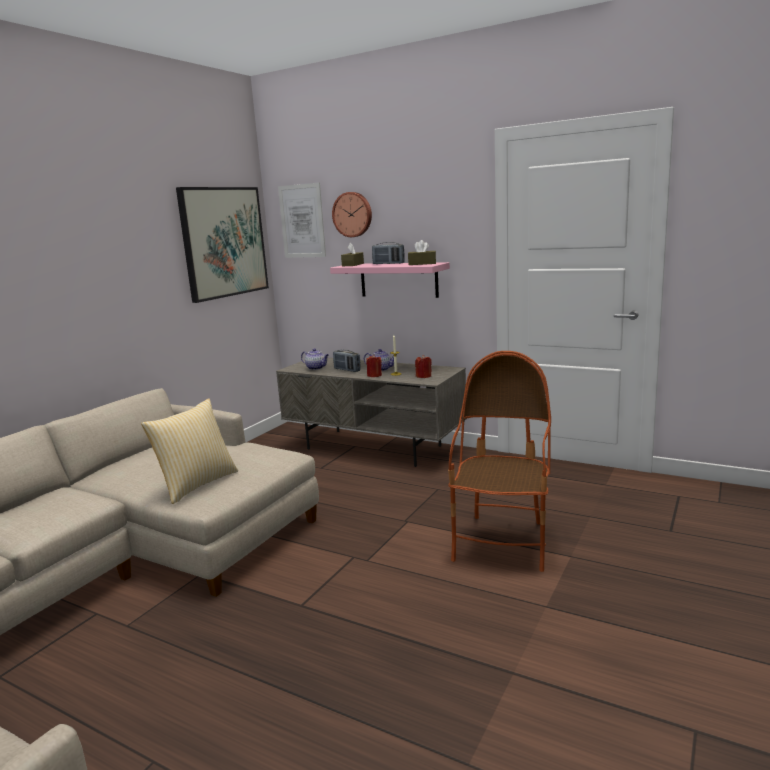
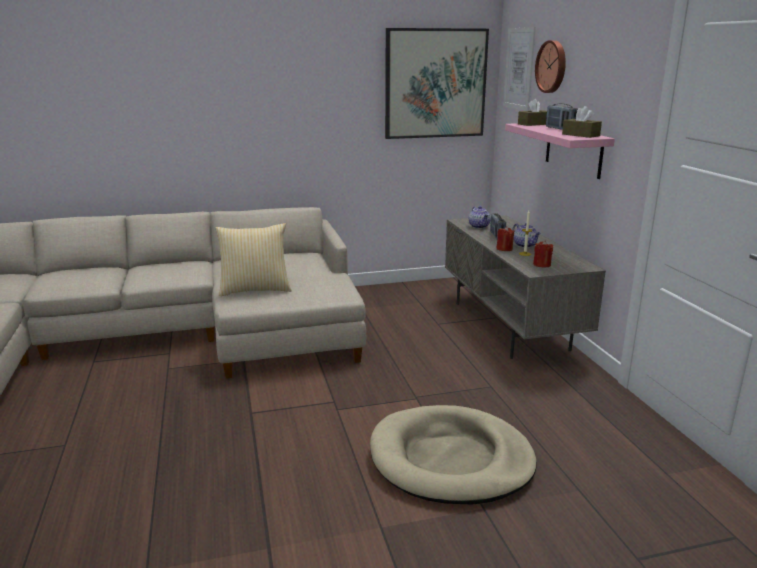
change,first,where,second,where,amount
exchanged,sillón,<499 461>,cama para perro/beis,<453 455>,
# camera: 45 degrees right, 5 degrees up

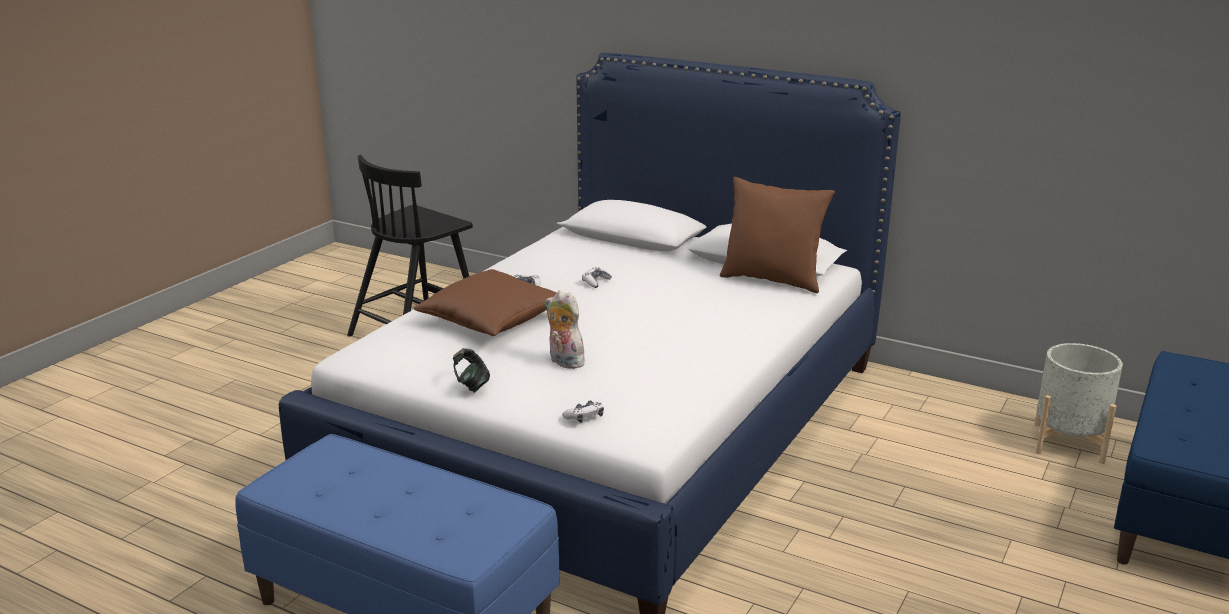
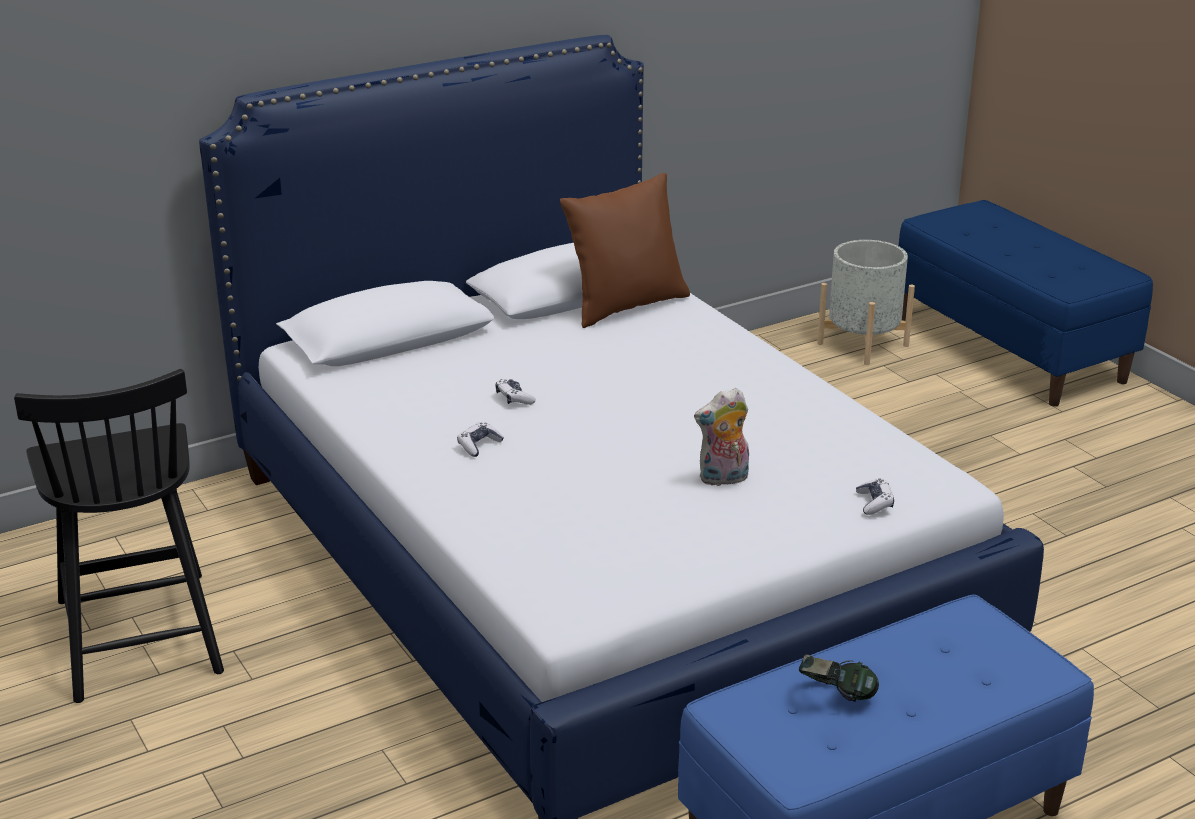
change,first,where,second,where,amount
missing,cojín/marrón,<485 302>,,,
relocated,auriculares,<471 370>,,<839 678>,
# camera: 60 degrees left, 5 degrees up

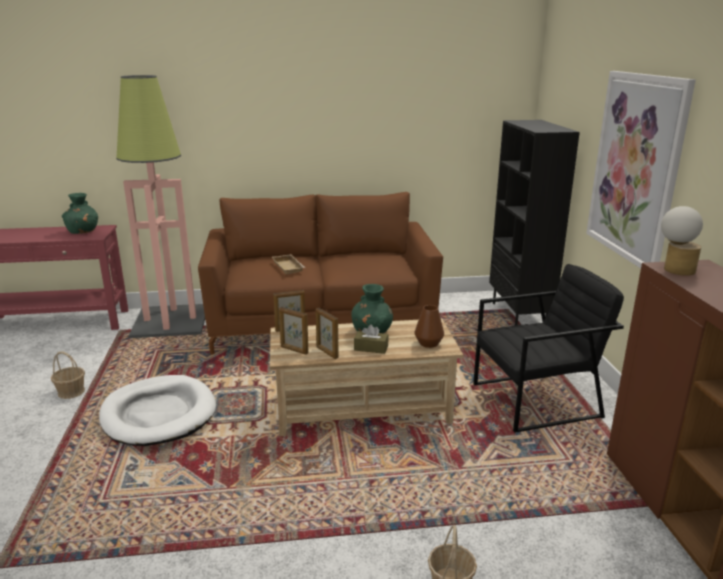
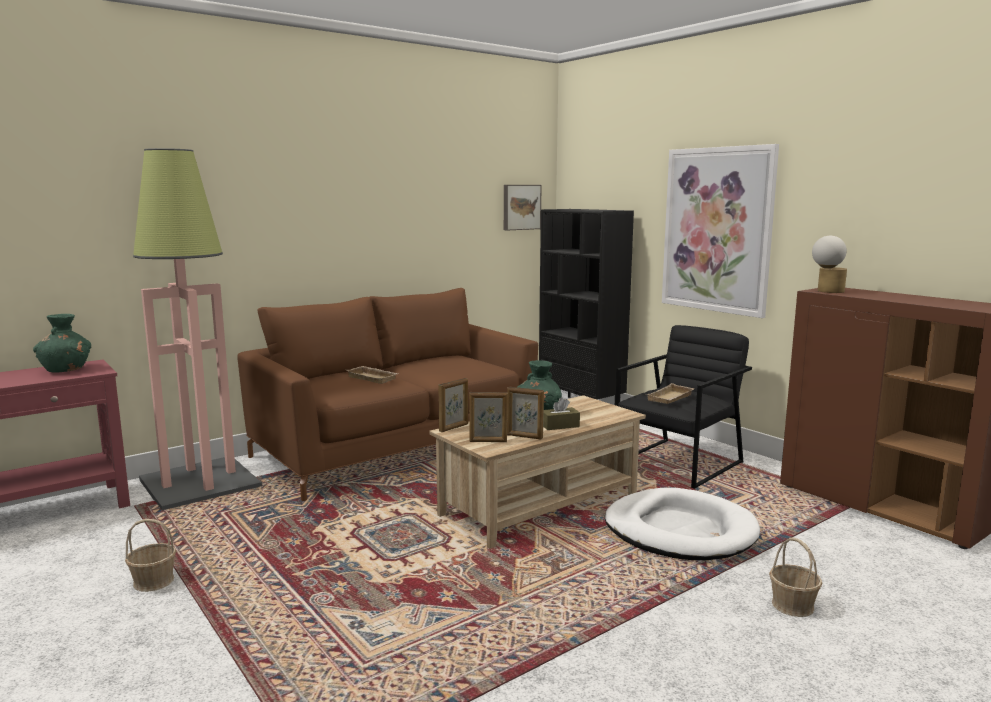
change,first,where,second,where,amount
missing,florero/marrón,<429 326>,,,
relocated,cama para perro/blanco,<157 410>,,<682 524>,
appeared,,,cuadro,<523 207>,
appeared,,,bandeja/beis,<670 393>,
# camera: 30 degrees left, 10 degrees down

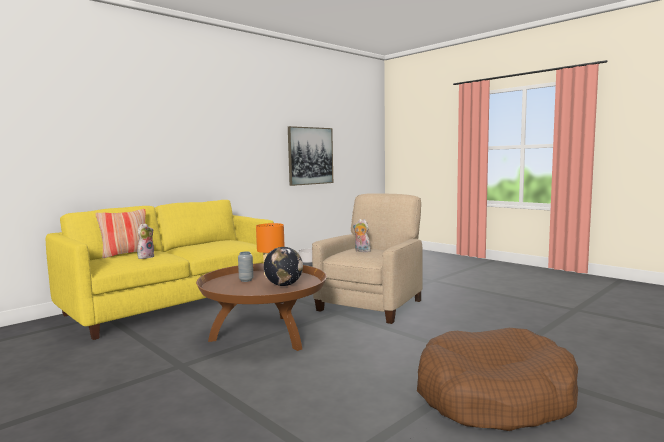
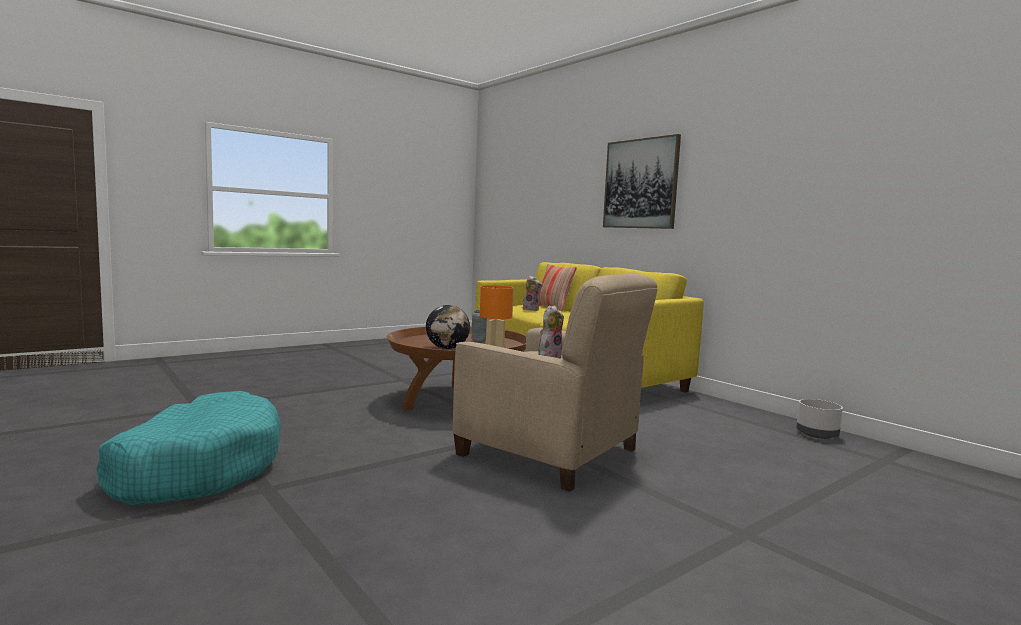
change,first,where,second,where,amount
relocated,cuadro,<310 156>,,<642 181>,
colour,cama para perro/marrón,<497 379>,cama para perro/turquesa,<188 448>,
# camera: 95 degrees right, 0 degrees up

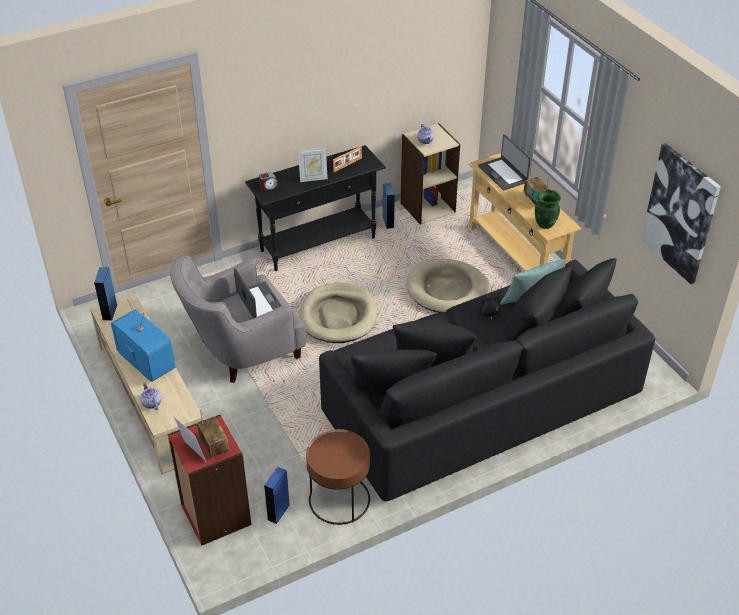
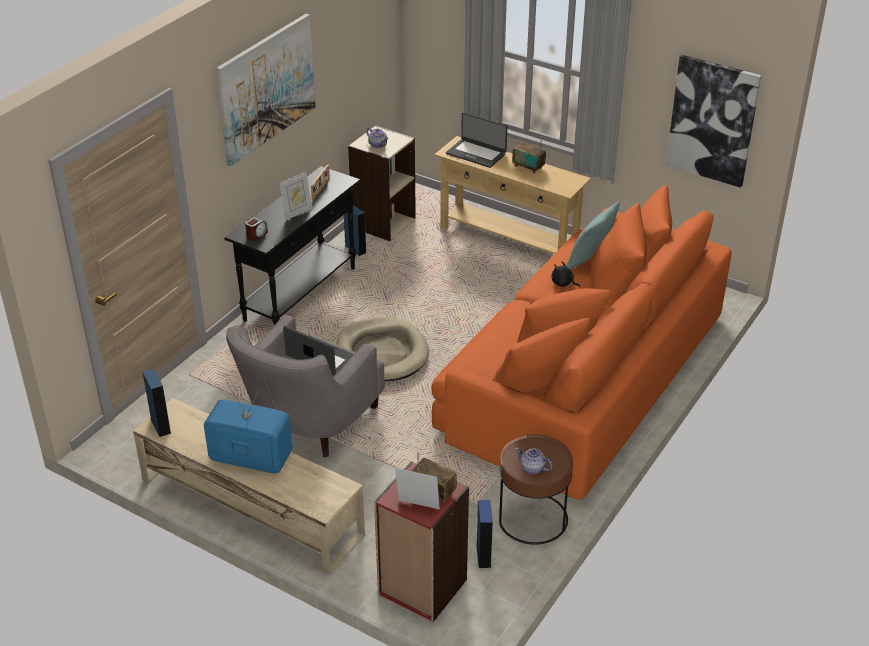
change,first,where,second,where,amount
missing,florero/verde,<548 209>,,,
colour,sofá/negro,<487 379>,sofá/naranja,<582 342>,
missing,cama para perro/beis,<449 286>,,,
relocated,tetera,<151 396>,,<533 460>,
appeared,,,cuadro,<266 90>,
# camera: 30 degrees left, 5 degrees down

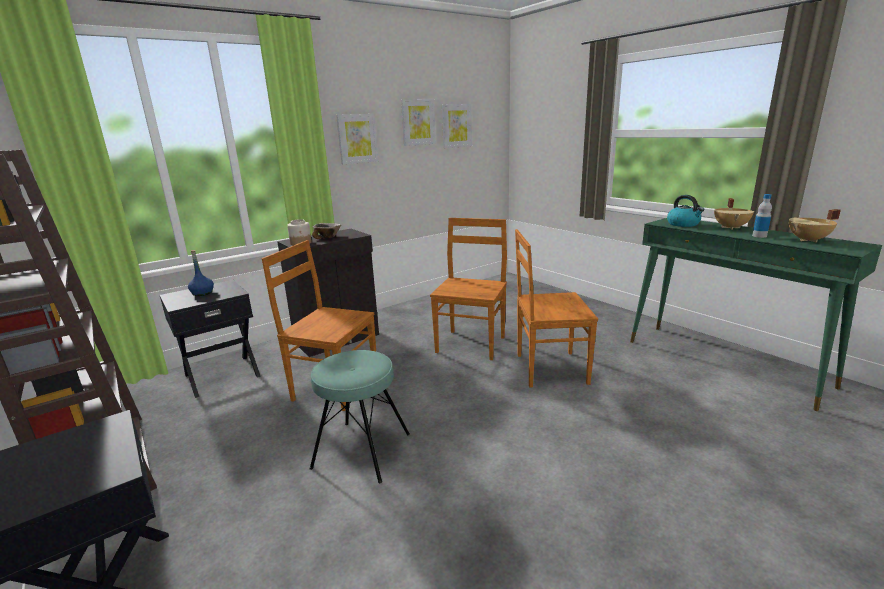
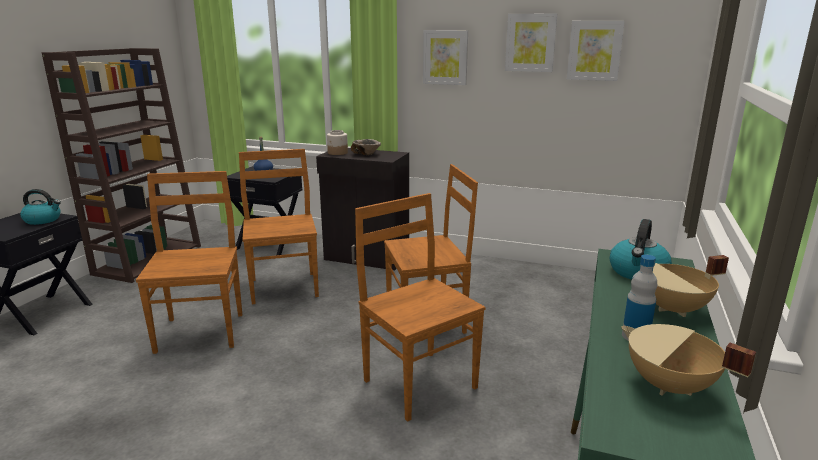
change,first,where,second,where,amount
exchanged,taburete/turquesa,<359 416>,silla/marrón,<189 262>,
appeared,,,hervidor,<40 207>,
# camera: 55 degrees right, 0 degrees up

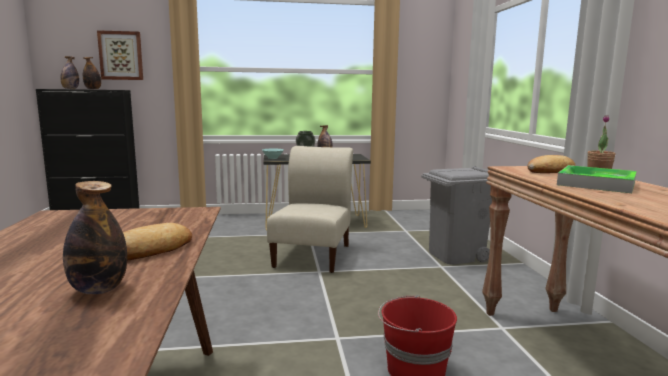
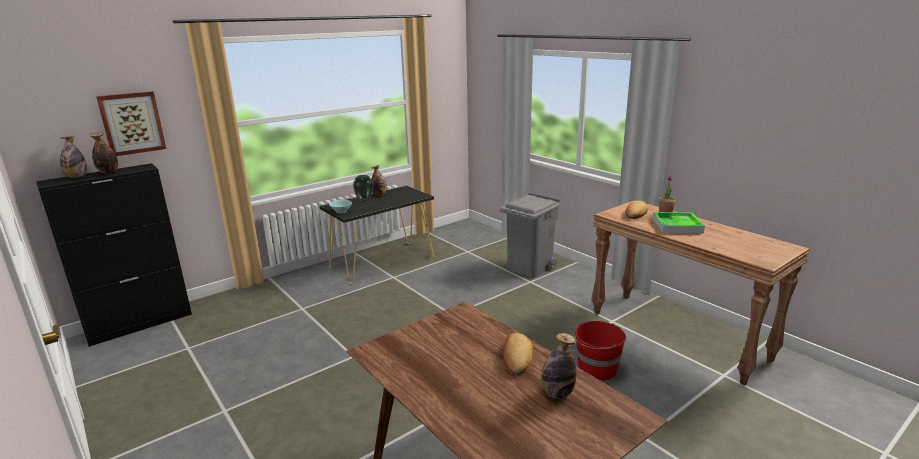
change,first,where,second,where,amount
missing,silla/beis,<310 209>,,,
# camera: 30 degrees left, 10 degrees up

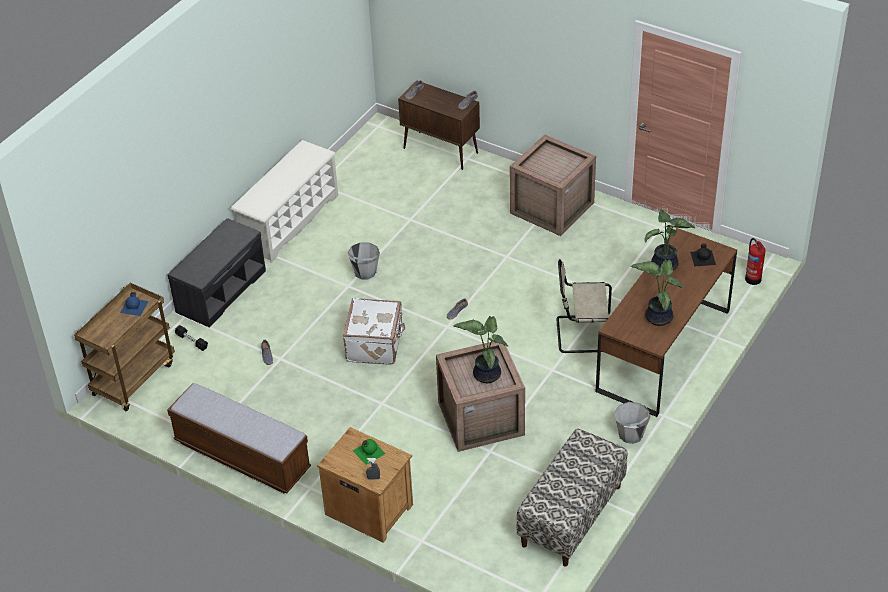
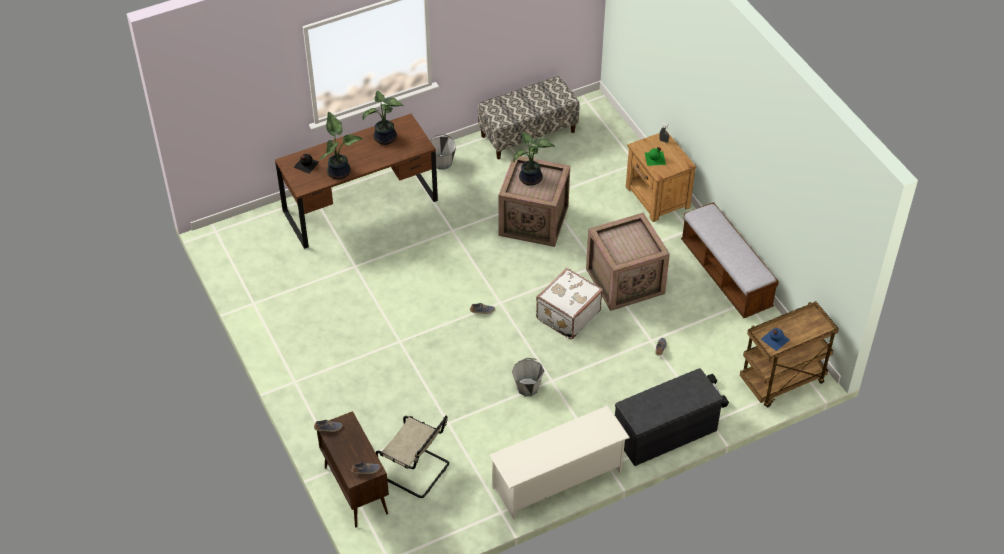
change,first,where,second,where,amount
relocated,caja de embalaje,<553 185>,,<628 261>,
missing,extintor,<755 261>,,,
relocated,silla/beis,<584 306>,,<412 457>,
# camera: 150 degrees left, 5 degrees up

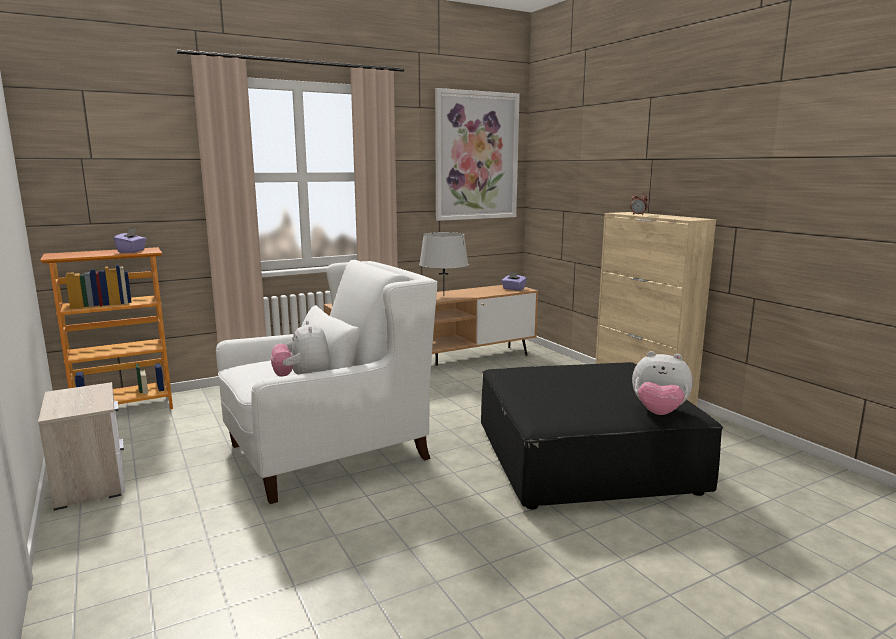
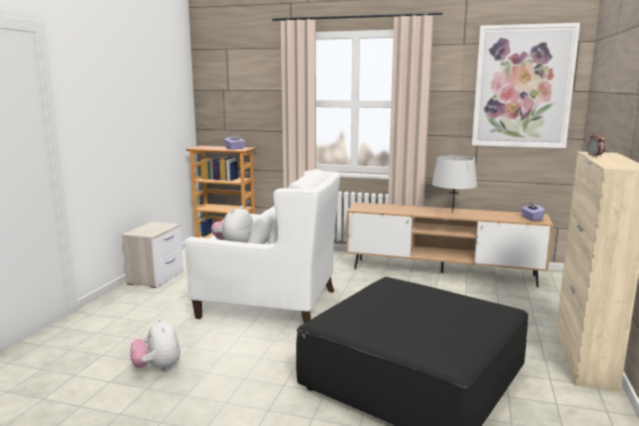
change,first,where,second,where,amount
relocated,peluche,<662 383>,,<155 344>,
# camera: 45 degrees right, 0 degrees up

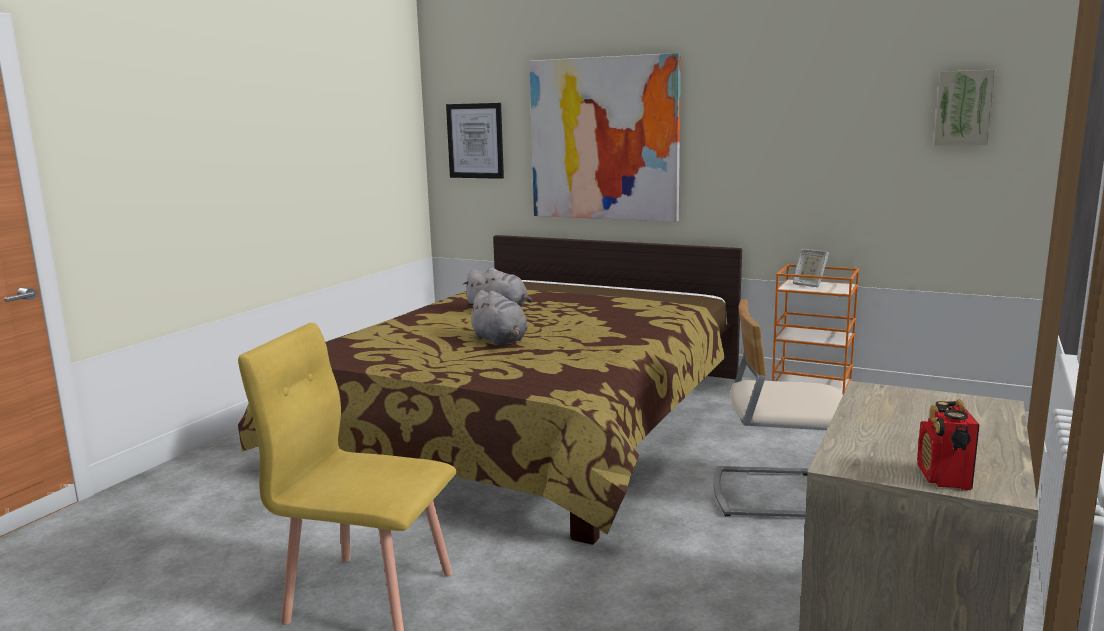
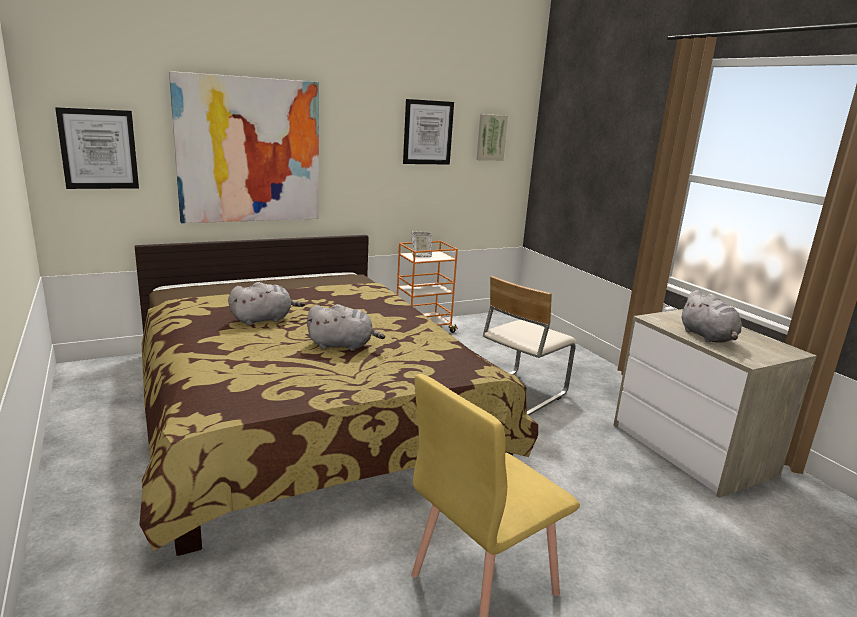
change,first,where,second,where,amount
missing,radio,<948 444>,,,
appeared,,,cuadro,<428 132>,
appeared,,,peluche/gris,<711 316>,
# camera: 55 degrees left, 5 degrees up

